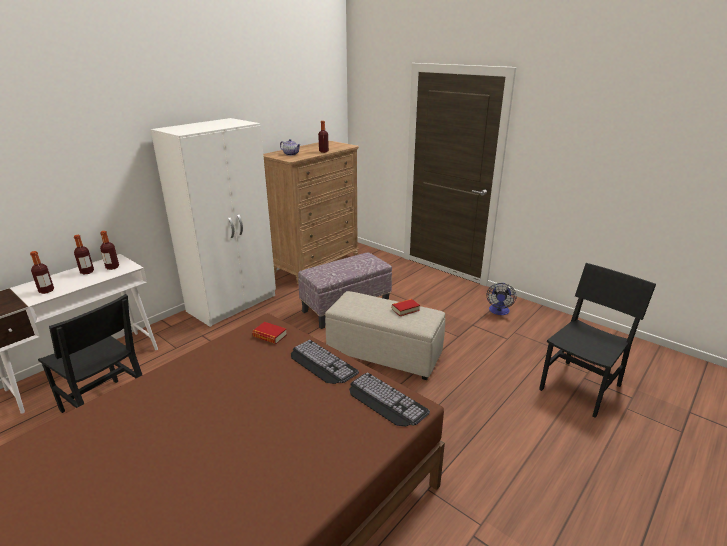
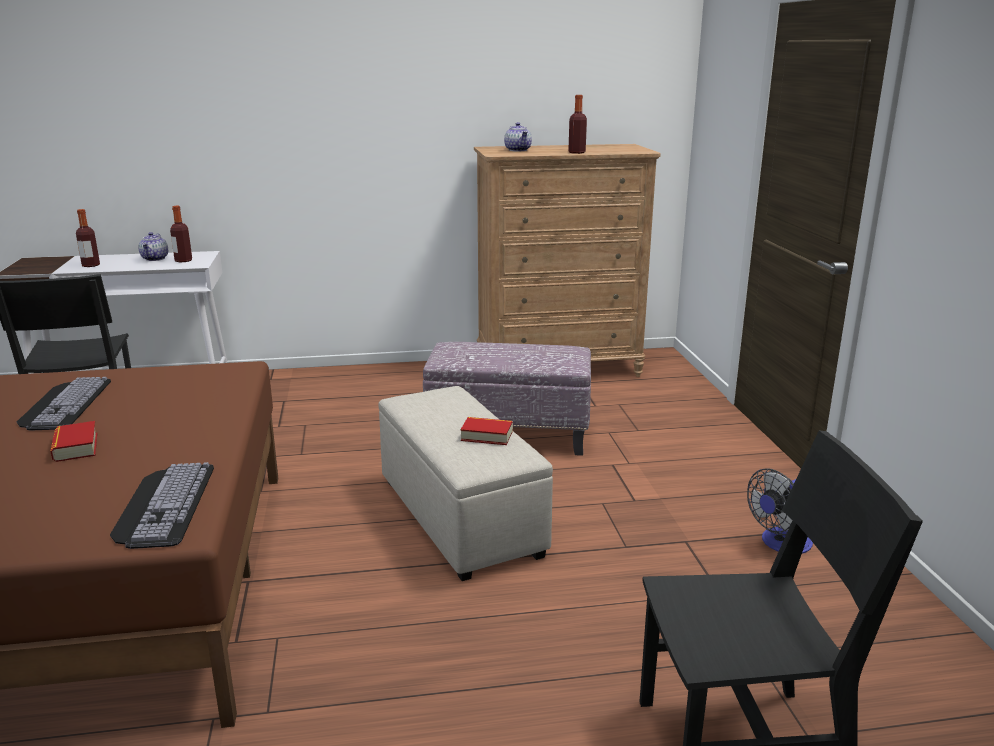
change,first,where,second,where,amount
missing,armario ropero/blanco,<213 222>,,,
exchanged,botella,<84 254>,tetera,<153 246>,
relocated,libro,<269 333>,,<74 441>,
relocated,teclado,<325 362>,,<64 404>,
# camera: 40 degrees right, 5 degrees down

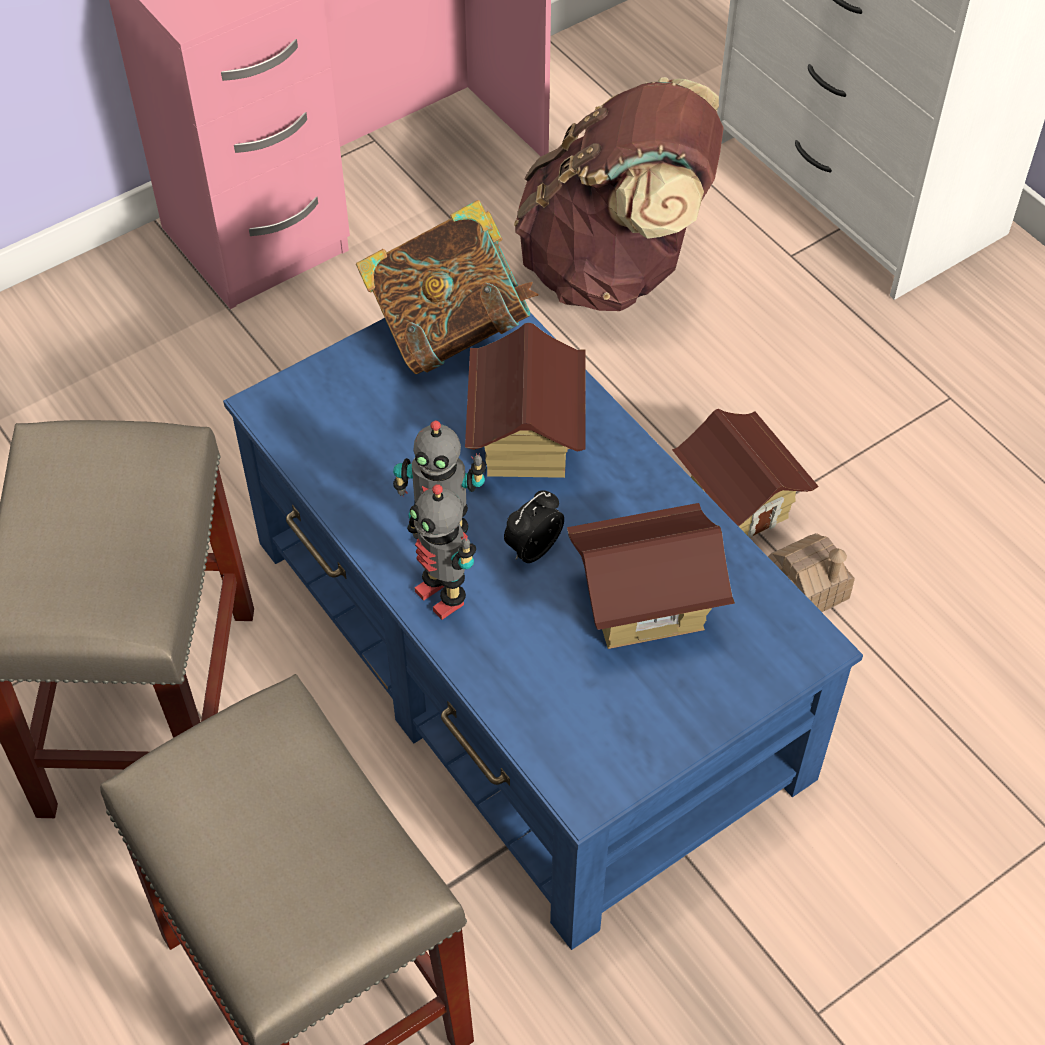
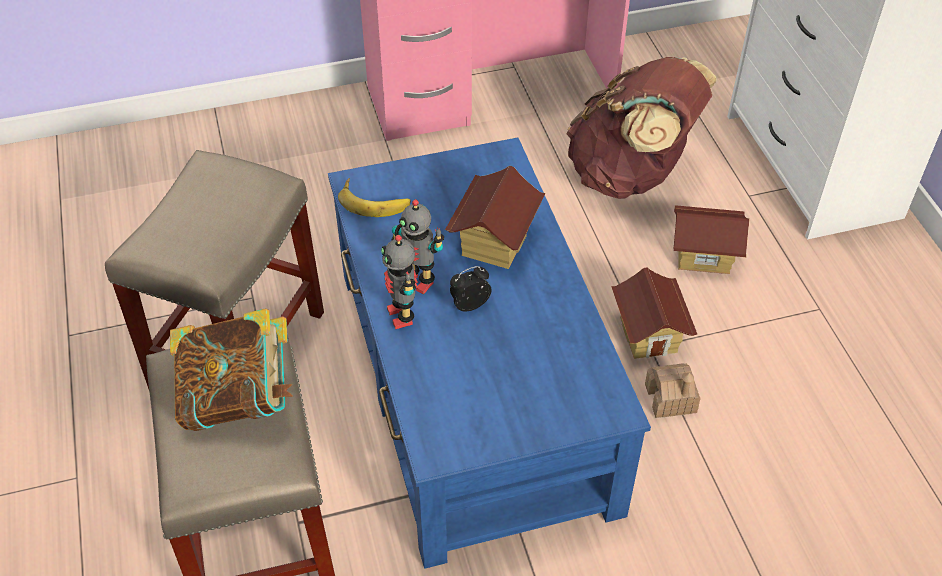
change,first,where,second,where,amount
relocated,libro,<447 287>,,<231 369>,
relocated,casita,<651 576>,,<711 239>,
appeared,,,plátano,<374 197>,
# camera: 20 degrees right, 5 degrees down

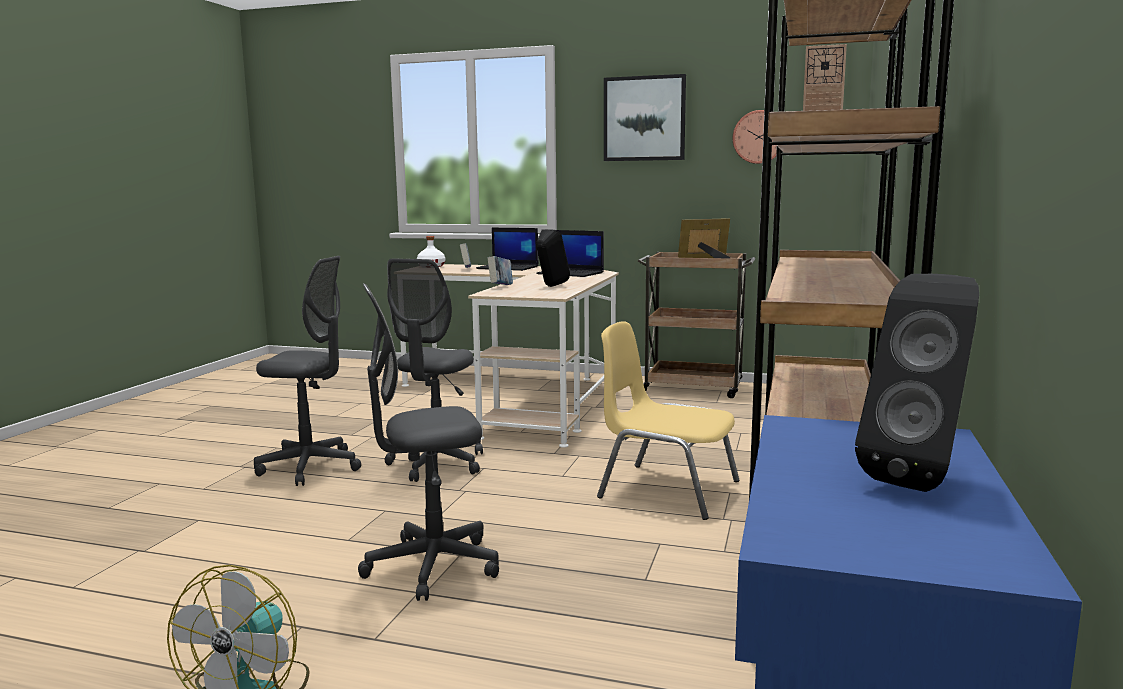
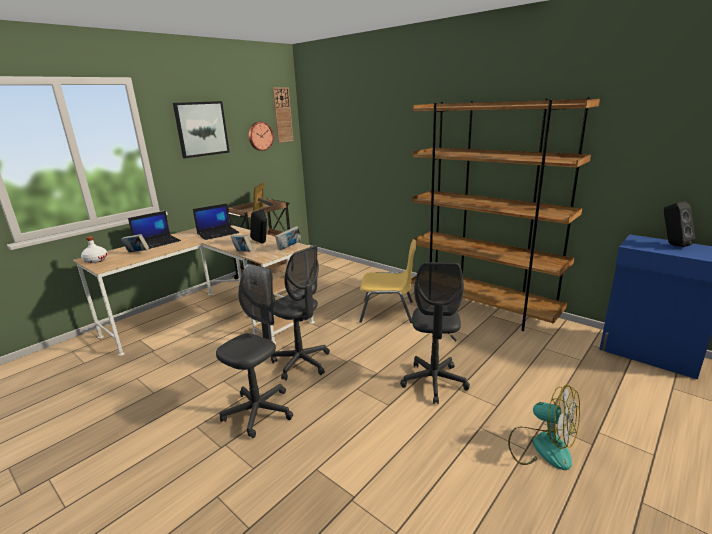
change,first,where,second,where,amount
spun,silla/amarillo,<668 420>,,<387 281>,135 degrees counterclockwise
appeared,,,libro,<288 238>,
# camera: 65 degrees left, 10 degrees up

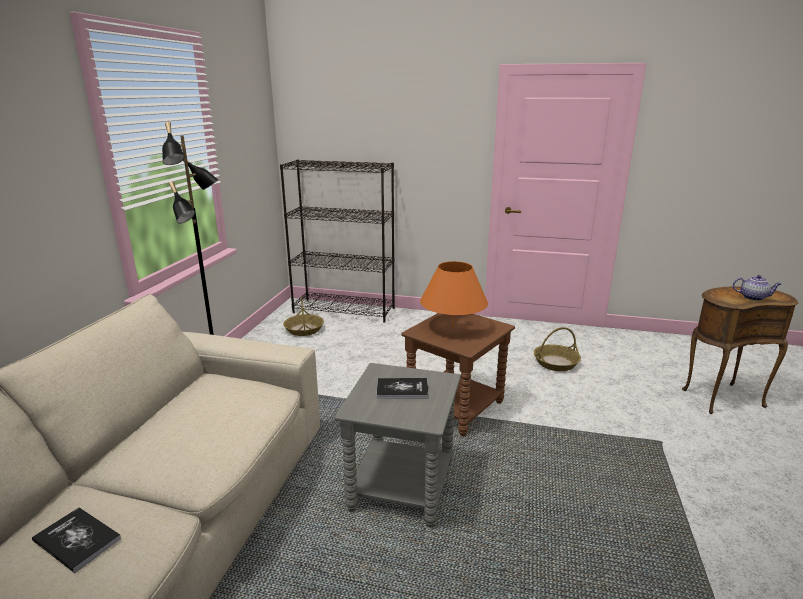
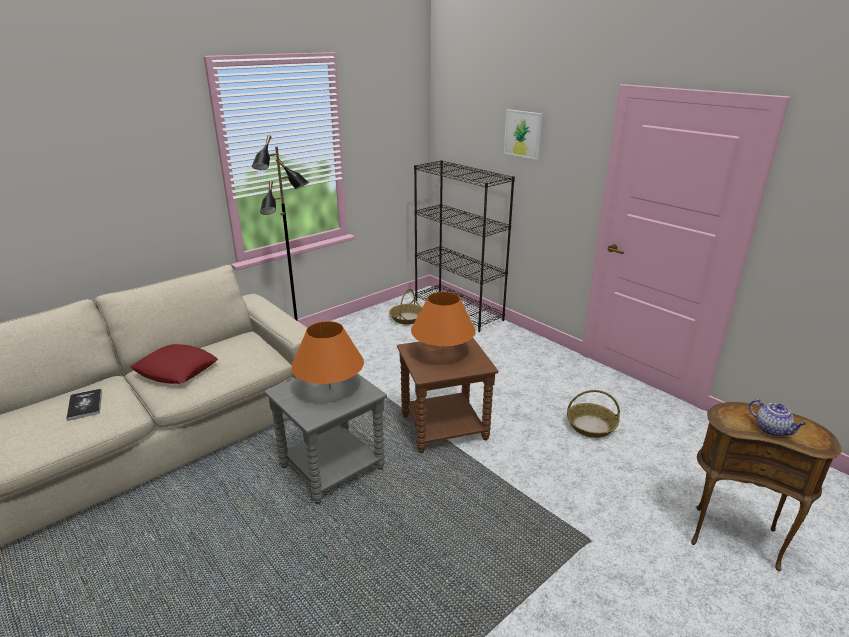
change,first,where,second,where,amount
exchanged,libro,<403 388>,lámpara de mesa/naranja,<327 355>,
appeared,,,cuadro,<523 134>,
appeared,,,cojín/rojo,<174 364>,
# camera: 35 degrees right, 5 degrees up

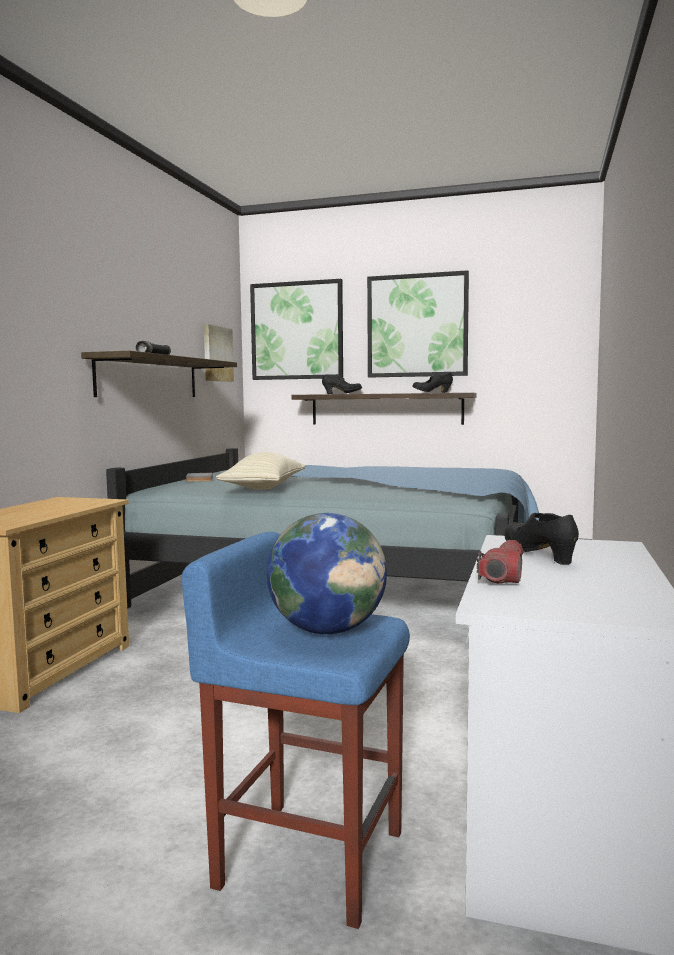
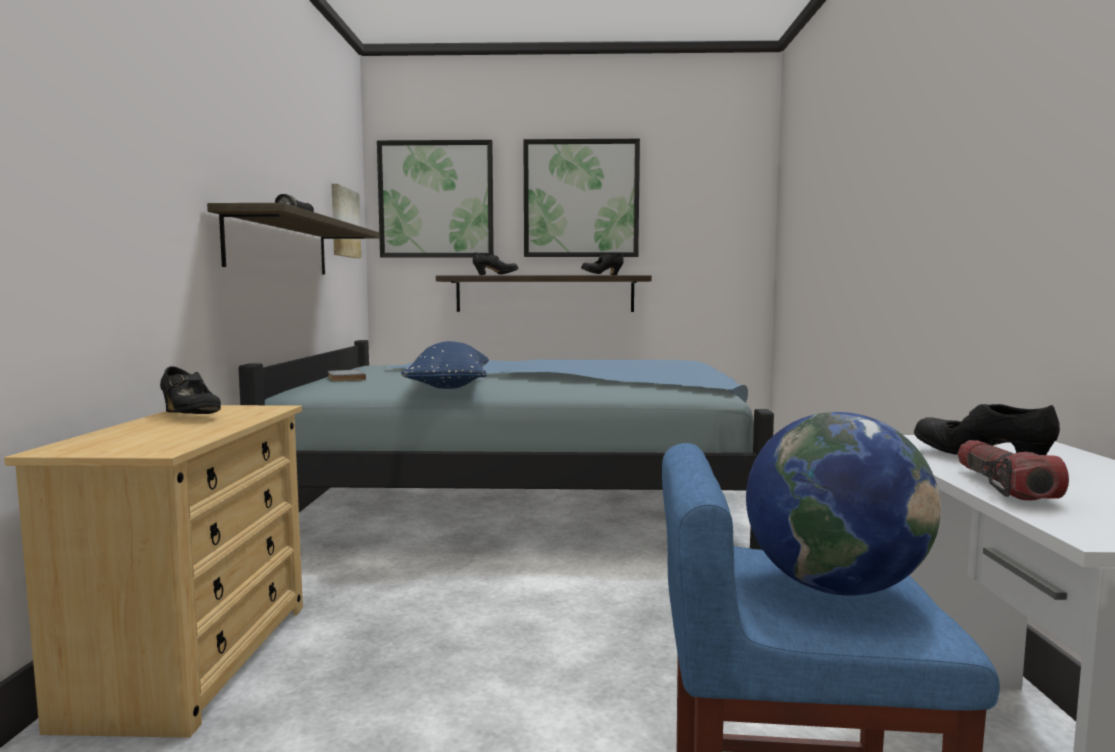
change,first,where,second,where,amount
colour,cojín/beis,<260 471>,cojín/azul,<445 365>,
appeared,,,zapato/negro,<190 390>,
# camera: 15 degrees left, 0 degrees up

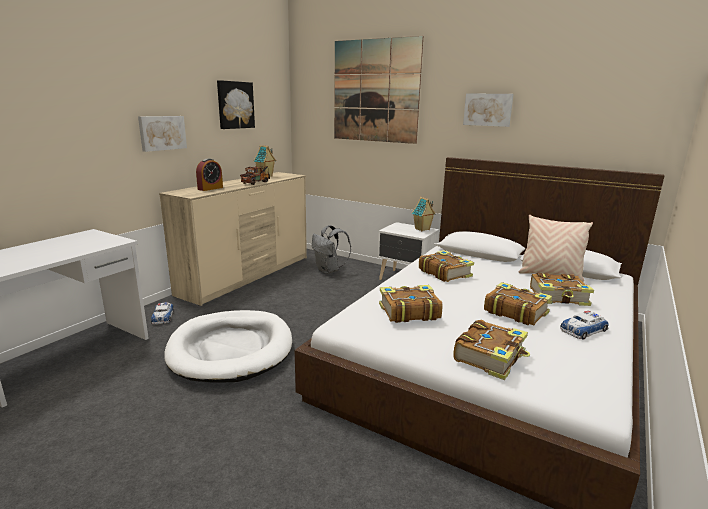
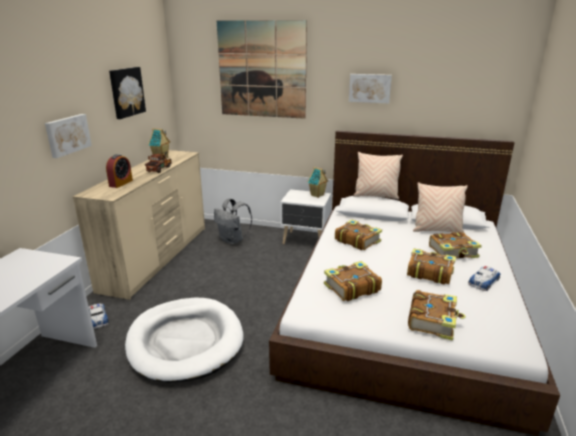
change,first,where,second,where,amount
appeared,,,cojín/beis,<378 175>,
# camera: 15 degrees left, 5 degrees up

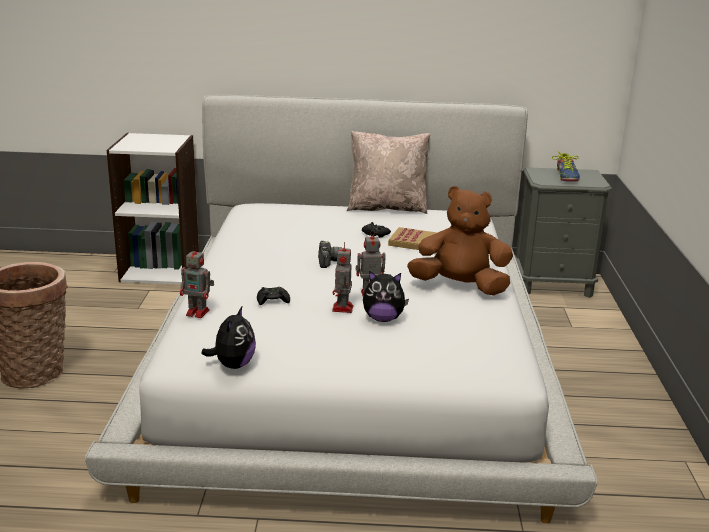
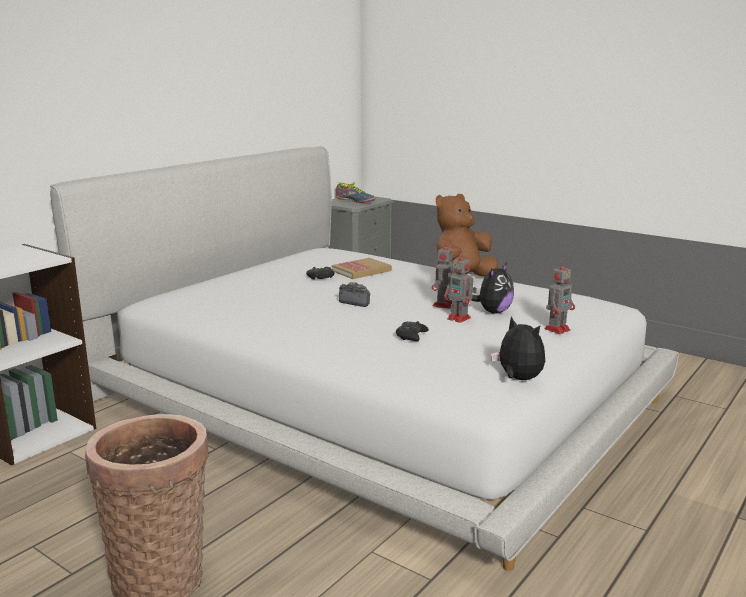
change,first,where,second,where,amount
missing,cojín/beis,<388 172>,,,
relocated,robot de juguete,<197 281>,,<559 297>,
# camera: 55 degrees left, 5 degrees down

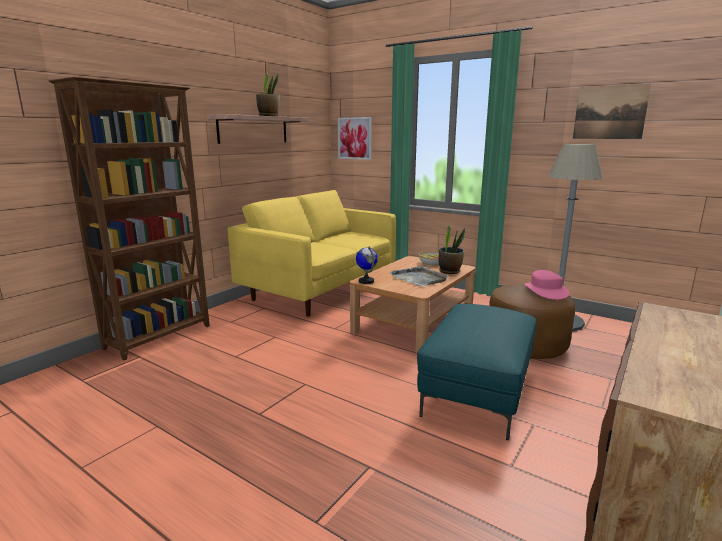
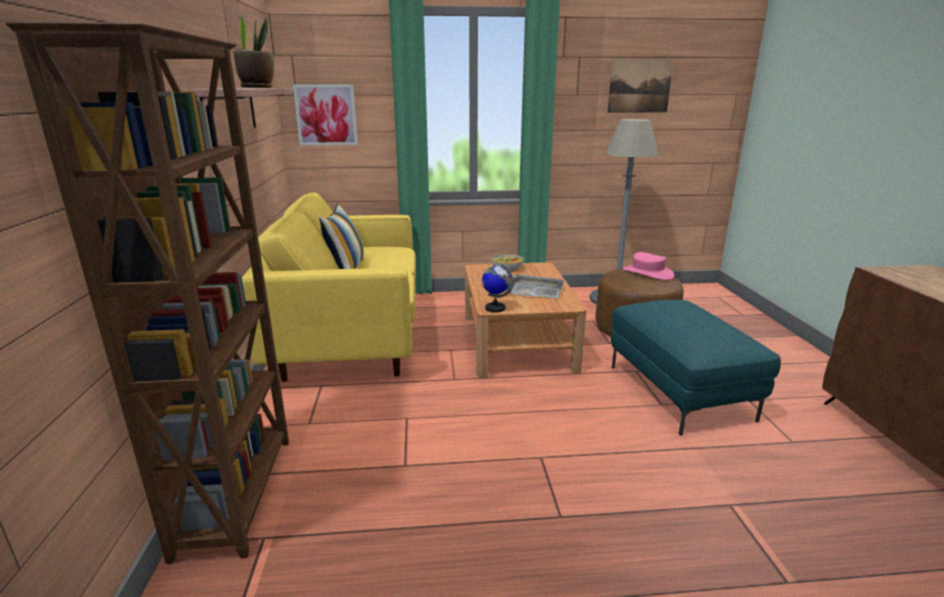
change,first,where,second,where,amount
missing,planta en maceta,<452 248>,,,
appeared,,,cojín,<341 236>,
# camera: 40 degrees left, 5 degrees up

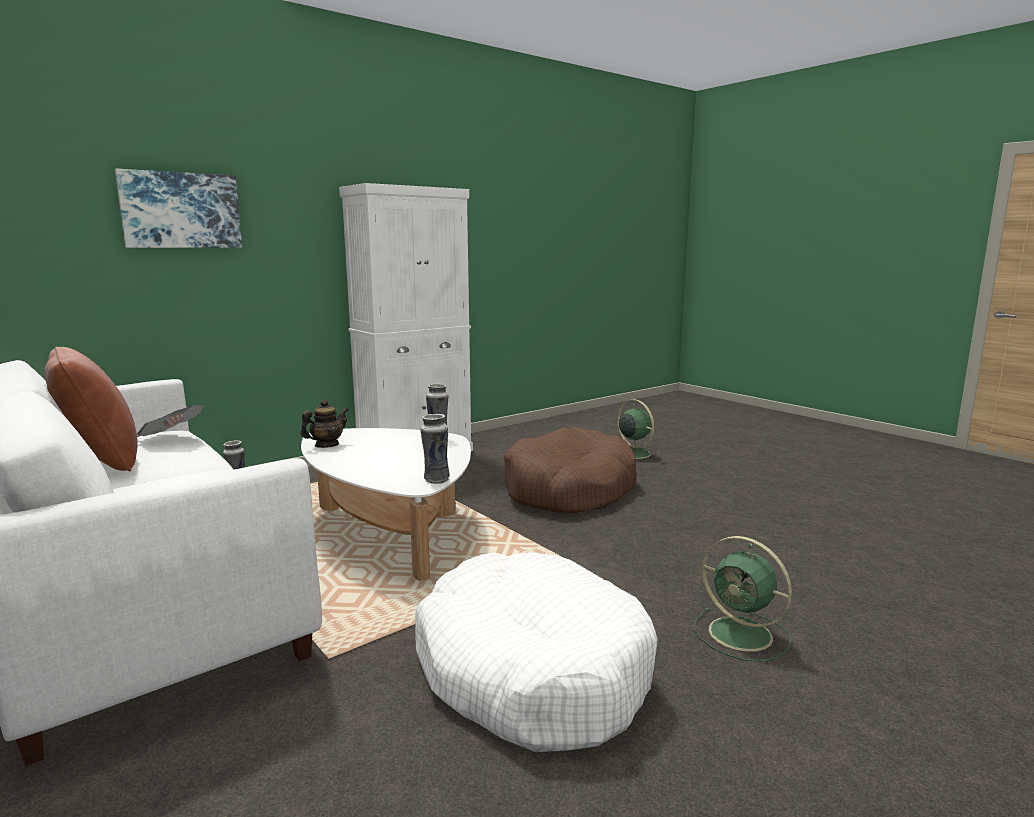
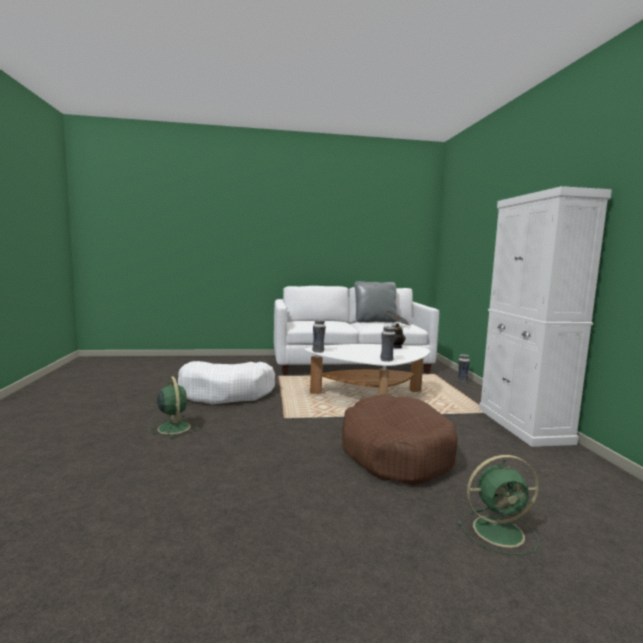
change,first,where,second,where,amount
missing,cuadro,<178 208>,,,
colour,cojín/marrón,<91 409>,cojín/gris,<375 302>,
spun,ventilador/verde,<743 599>,,<173 407>,75 degrees clockwise
# camera: 120 degrees right, 5 degrees down

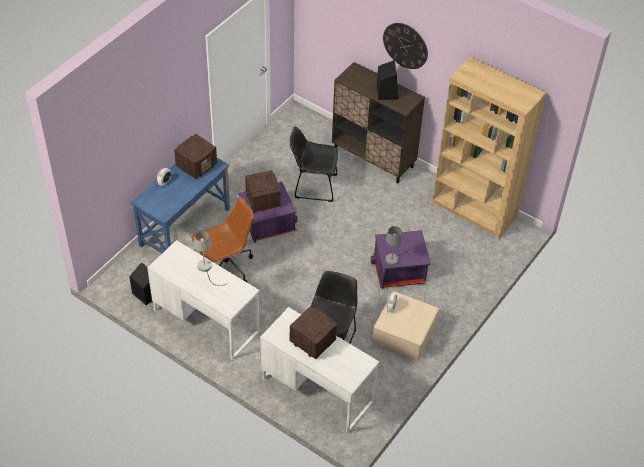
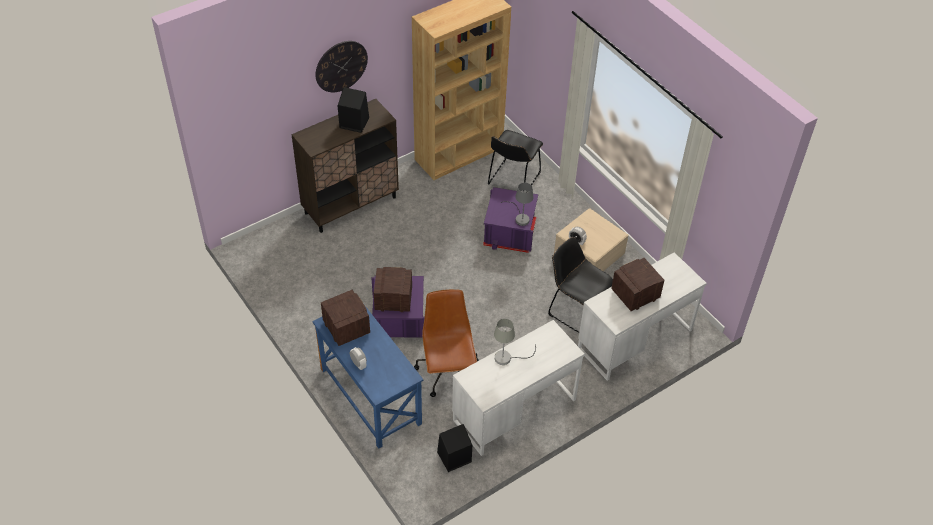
change,first,where,second,where,amount
relocated,silla/negro,<314 164>,,<515 161>,
# camera: 70 degrees left, 0 degrees up

